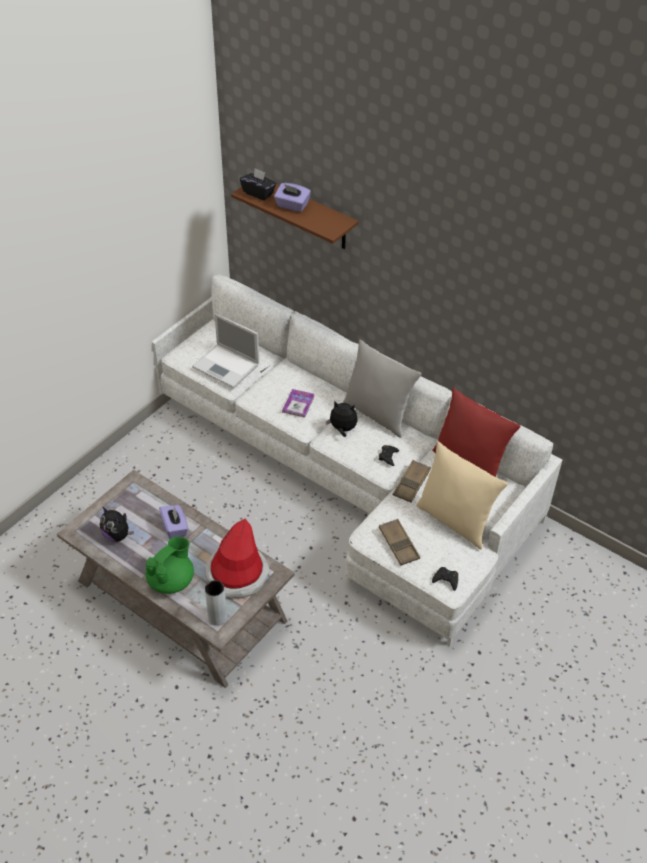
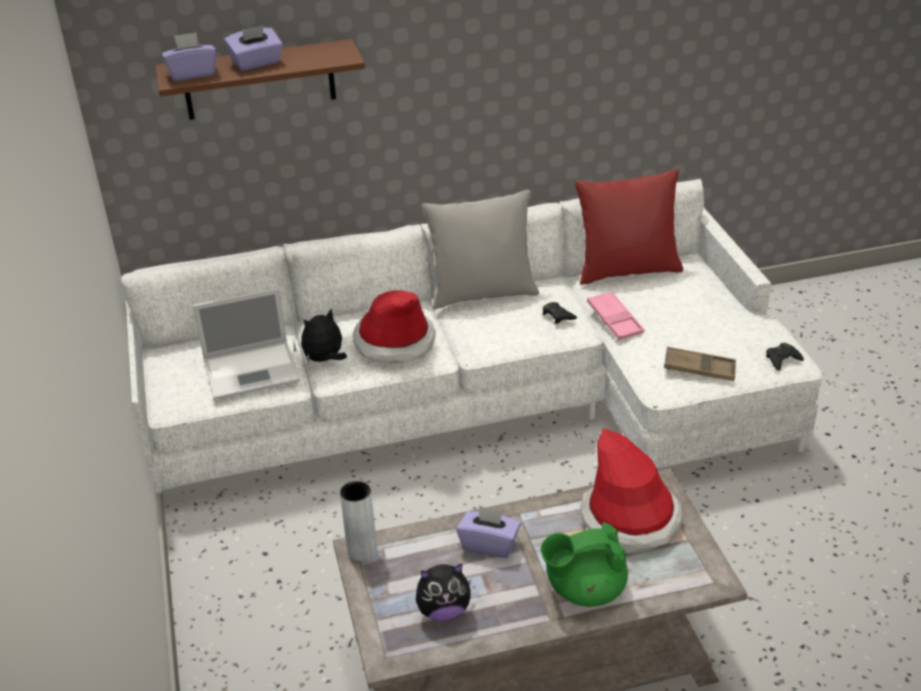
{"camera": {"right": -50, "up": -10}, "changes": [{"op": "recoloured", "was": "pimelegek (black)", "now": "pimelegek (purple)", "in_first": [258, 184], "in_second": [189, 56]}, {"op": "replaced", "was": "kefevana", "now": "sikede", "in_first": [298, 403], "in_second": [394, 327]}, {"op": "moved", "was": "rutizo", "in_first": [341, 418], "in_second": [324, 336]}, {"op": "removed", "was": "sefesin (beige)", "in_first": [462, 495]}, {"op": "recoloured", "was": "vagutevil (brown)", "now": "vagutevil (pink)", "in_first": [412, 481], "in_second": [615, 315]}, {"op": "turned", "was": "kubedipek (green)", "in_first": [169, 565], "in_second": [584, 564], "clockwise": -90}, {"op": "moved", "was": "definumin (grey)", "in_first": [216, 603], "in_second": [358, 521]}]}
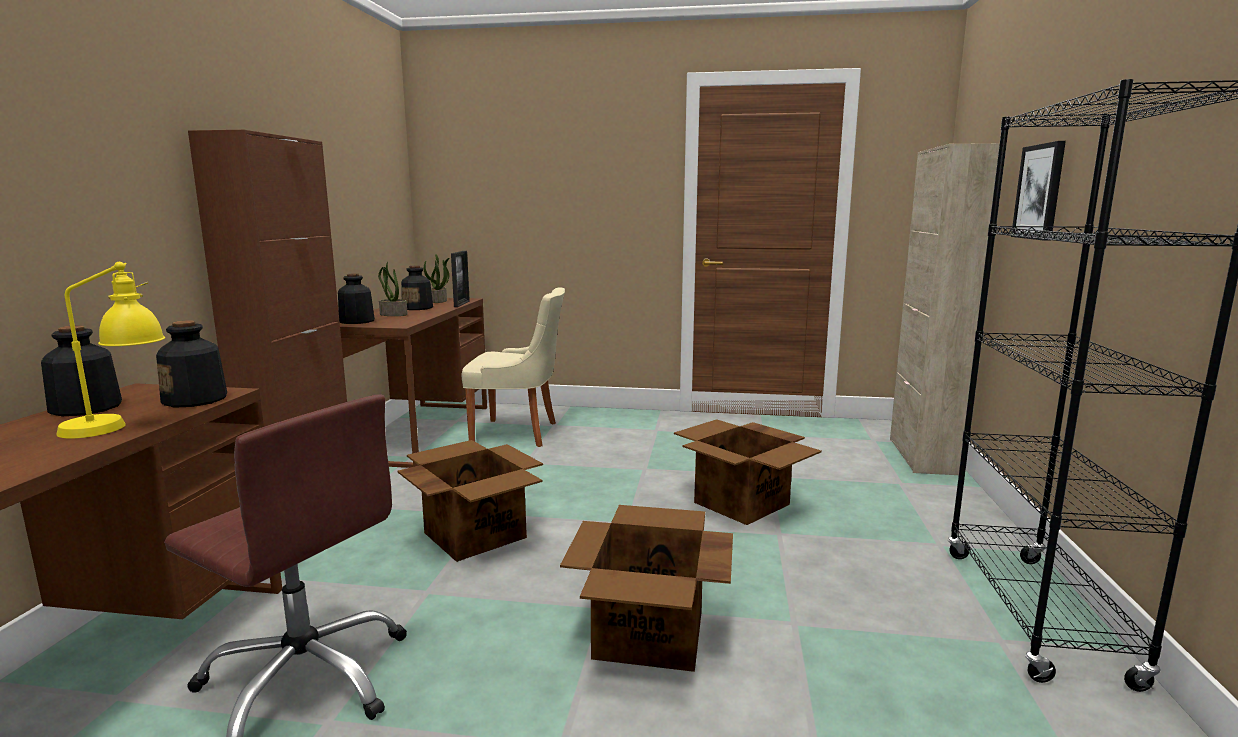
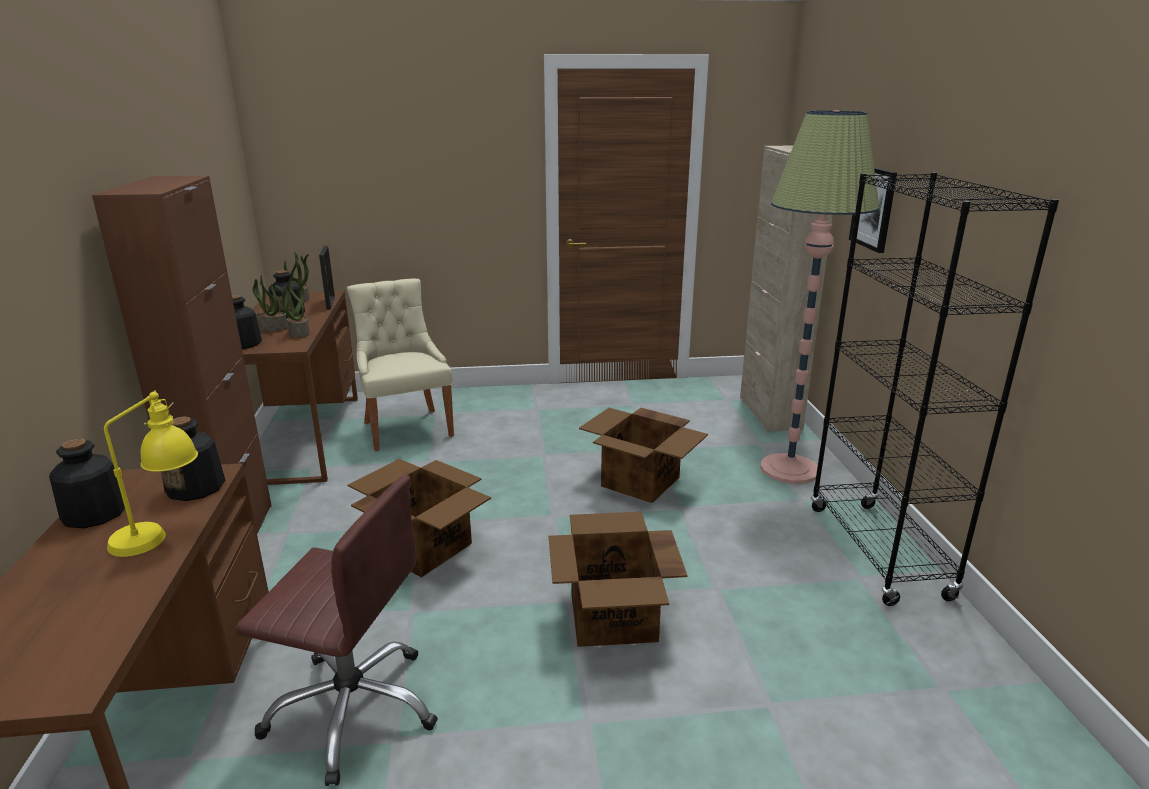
{"camera": {"right": -15, "up": 10}, "changes": [{"op": "turned", "was": "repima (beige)", "in_first": [513, 367], "in_second": [400, 365], "clockwise": -105}, {"op": "added", "now": "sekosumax", "in_second": [820, 297]}, {"op": "added", "now": "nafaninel", "in_second": [292, 308]}]}
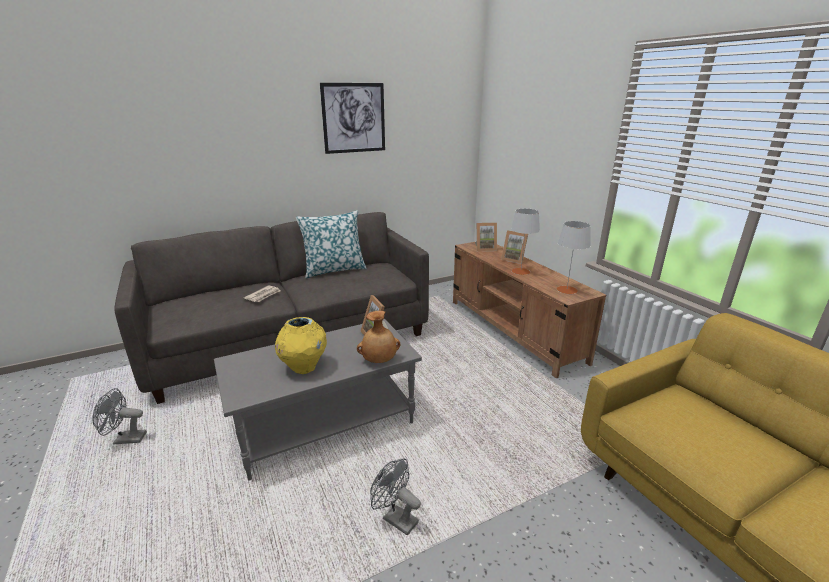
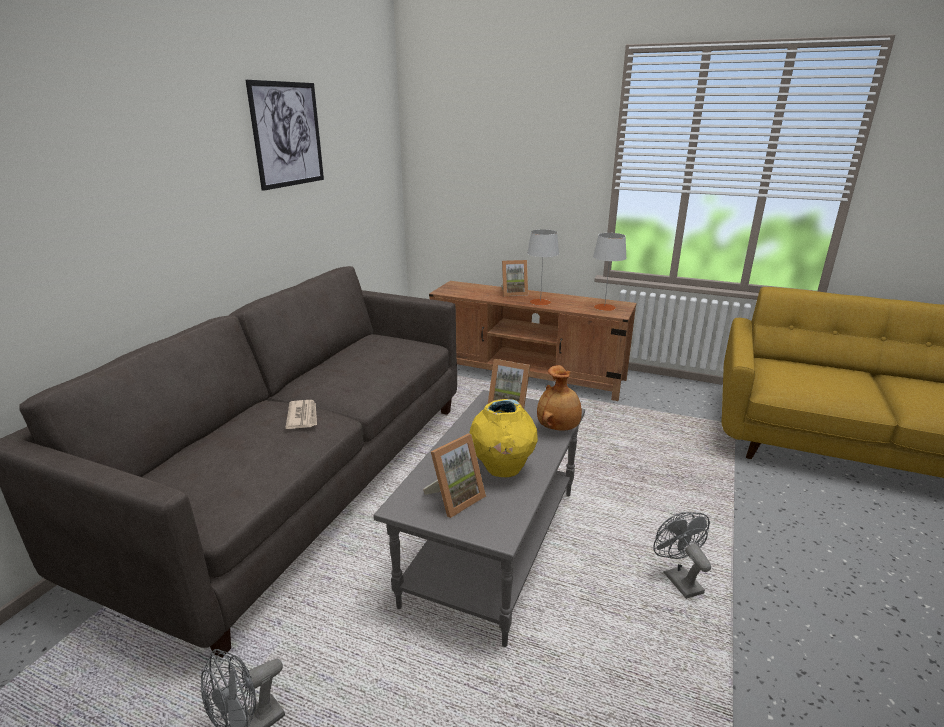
{"camera": {"right": -40, "up": 0}, "changes": [{"op": "removed", "was": "sefesin", "in_first": [331, 244]}, {"op": "moved", "was": "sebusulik", "in_first": [486, 237], "in_second": [454, 476]}, {"op": "turned", "was": "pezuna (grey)", "in_first": [395, 496], "in_second": [682, 555], "clockwise": 75}]}
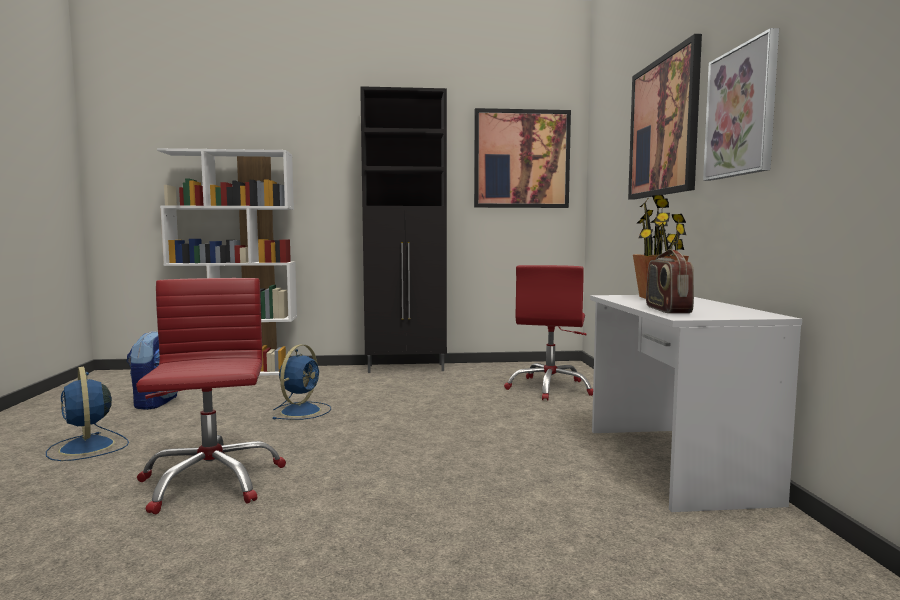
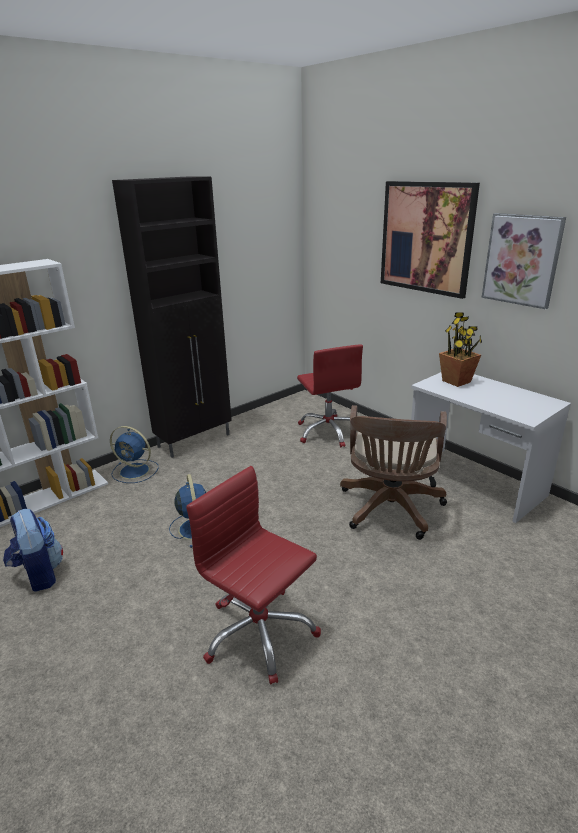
{"camera": {"right": -35, "up": 20}, "changes": [{"op": "removed", "was": "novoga", "in_first": [522, 158]}, {"op": "removed", "was": "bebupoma", "in_first": [670, 281]}, {"op": "moved", "was": "pezuna (blue)", "in_first": [87, 414], "in_second": [134, 454]}, {"op": "added", "now": "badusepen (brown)", "in_second": [393, 472]}]}
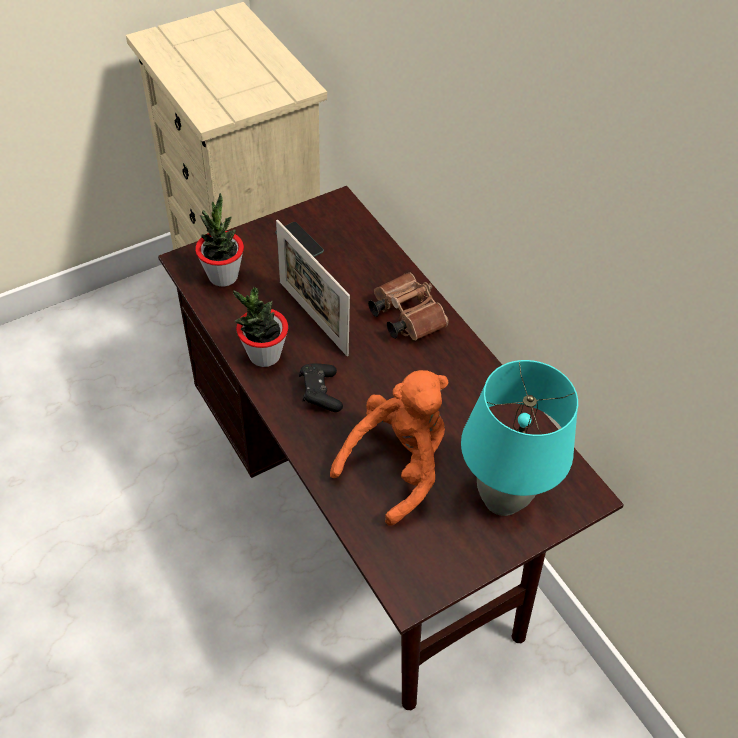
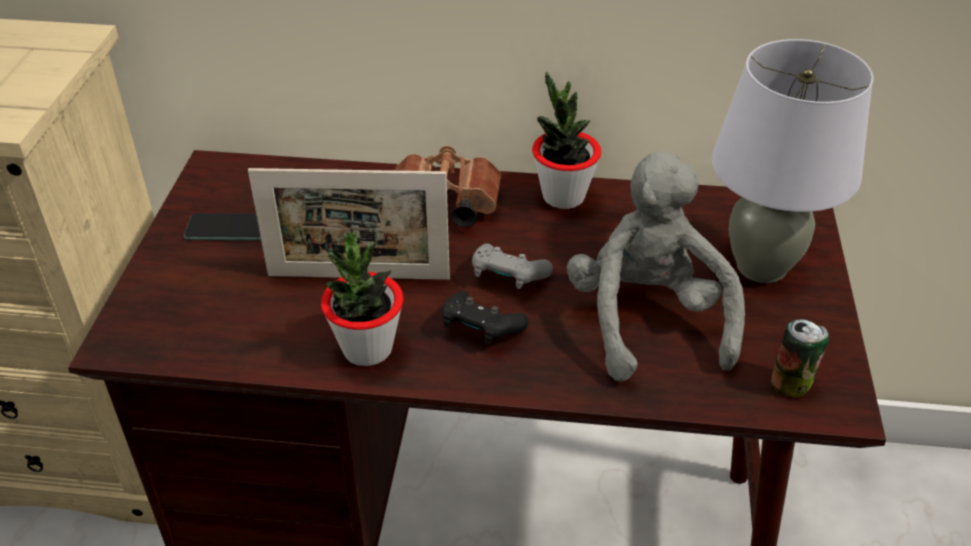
{"camera": {"right": -50, "up": -10}, "changes": [{"op": "moved", "was": "nafaninel", "in_first": [219, 240], "in_second": [566, 140]}, {"op": "recoloured", "was": "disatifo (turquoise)", "now": "disatifo (grey)", "in_first": [519, 438], "in_second": [792, 161]}, {"op": "recoloured", "was": "rutizo (orange)", "now": "rutizo (grey)", "in_first": [389, 448], "in_second": [656, 266]}, {"op": "added", "now": "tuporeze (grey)", "in_second": [512, 266]}, {"op": "added", "now": "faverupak", "in_second": [800, 358]}]}
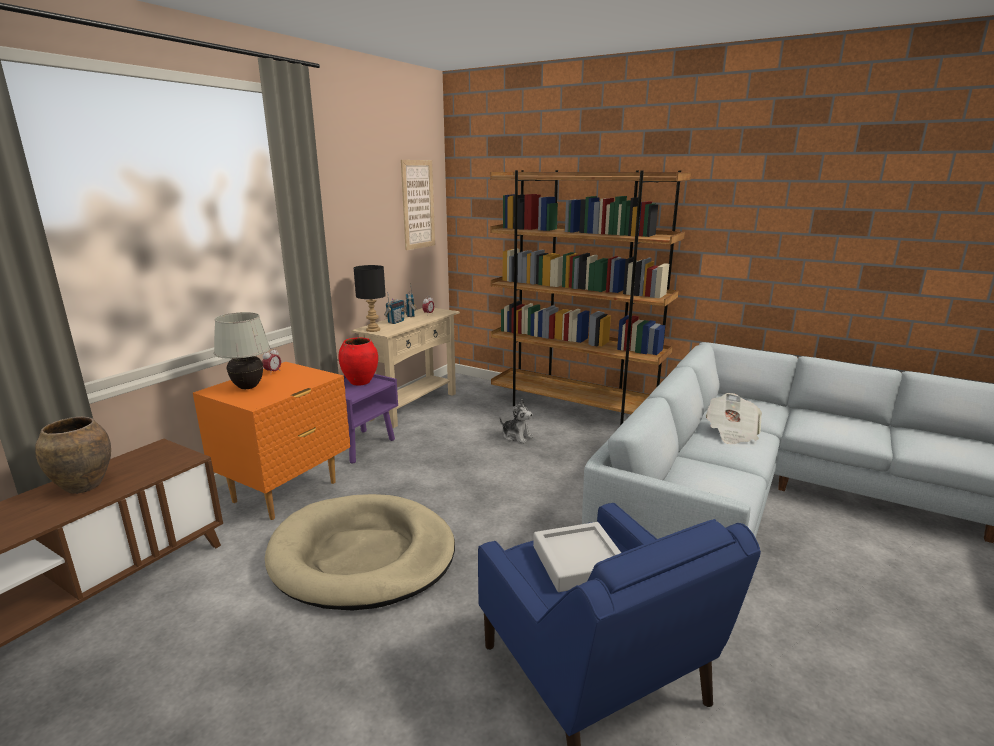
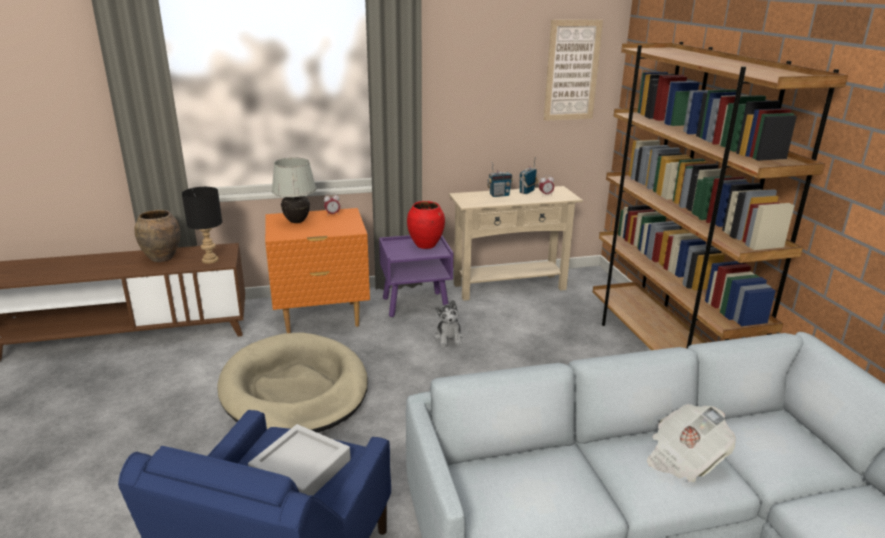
{"camera": {"right": 45, "up": 5}, "changes": [{"op": "moved", "was": "disatifo (black)", "in_first": [370, 298], "in_second": [202, 225]}, {"op": "moved", "was": "rutizo", "in_first": [517, 421], "in_second": [449, 323]}]}
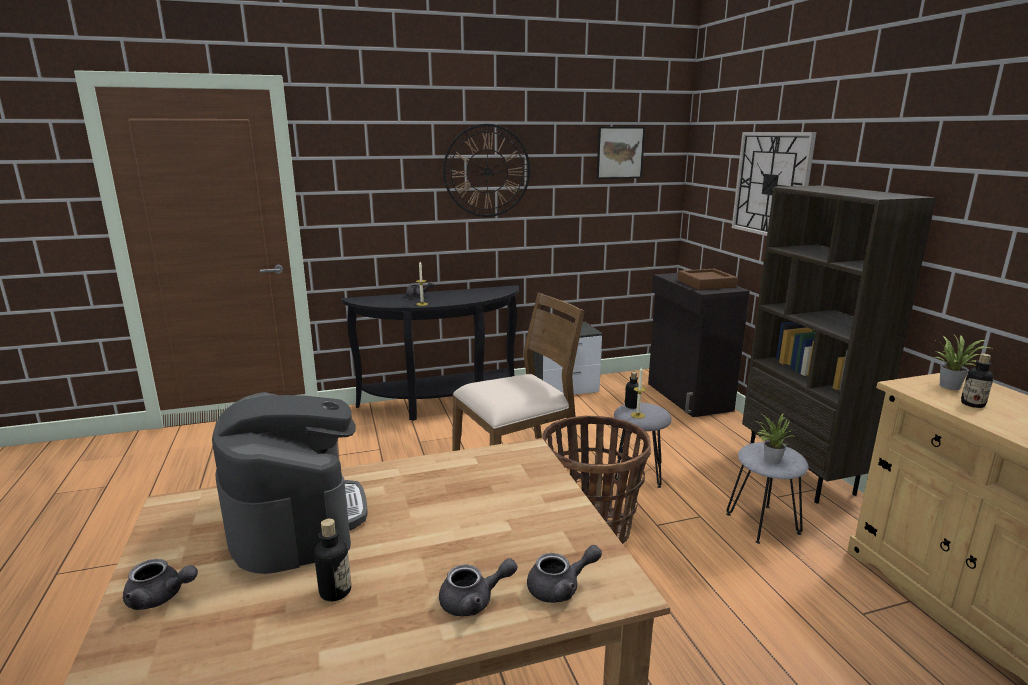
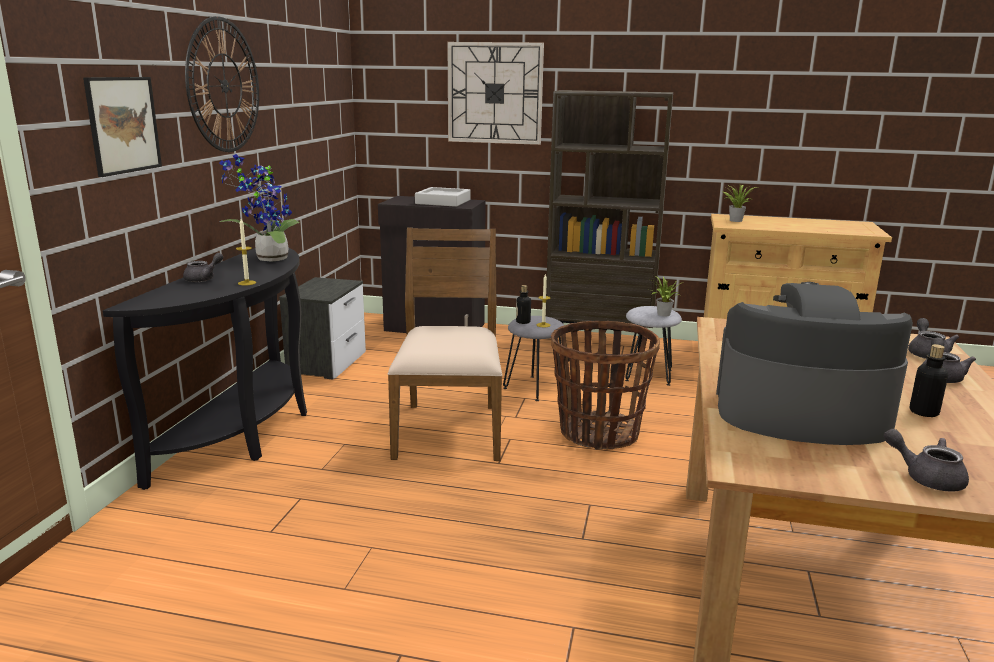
{"camera": {"right": -60, "up": 0}, "changes": [{"op": "moved", "was": "novoga", "in_first": [620, 153], "in_second": [122, 127]}, {"op": "recoloured", "was": "vagutevil (brown)", "now": "vagutevil (grey)", "in_first": [708, 279], "in_second": [443, 197]}, {"op": "removed", "was": "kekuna", "in_first": [977, 381]}, {"op": "turned", "was": "kubedipek (grey)", "in_first": [160, 584], "in_second": [926, 460], "clockwise": -90}, {"op": "added", "now": "nafaninel", "in_second": [259, 208]}]}
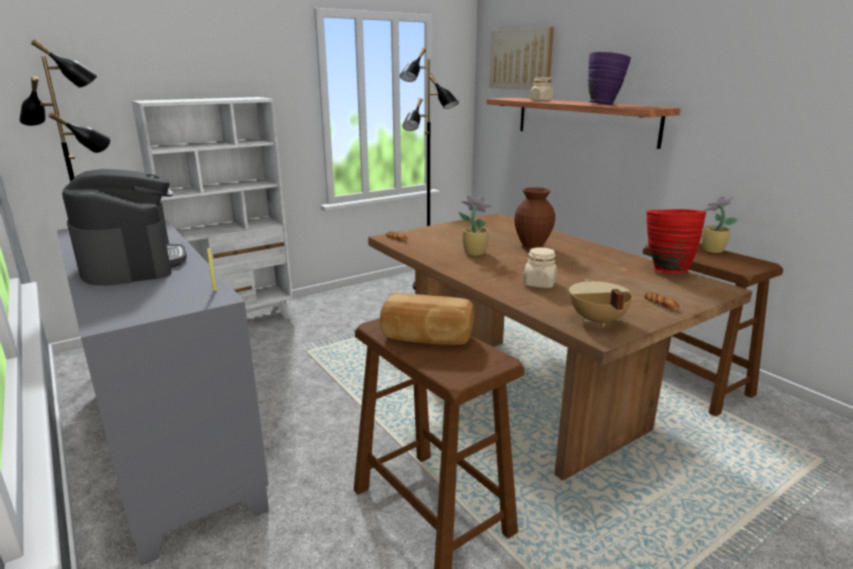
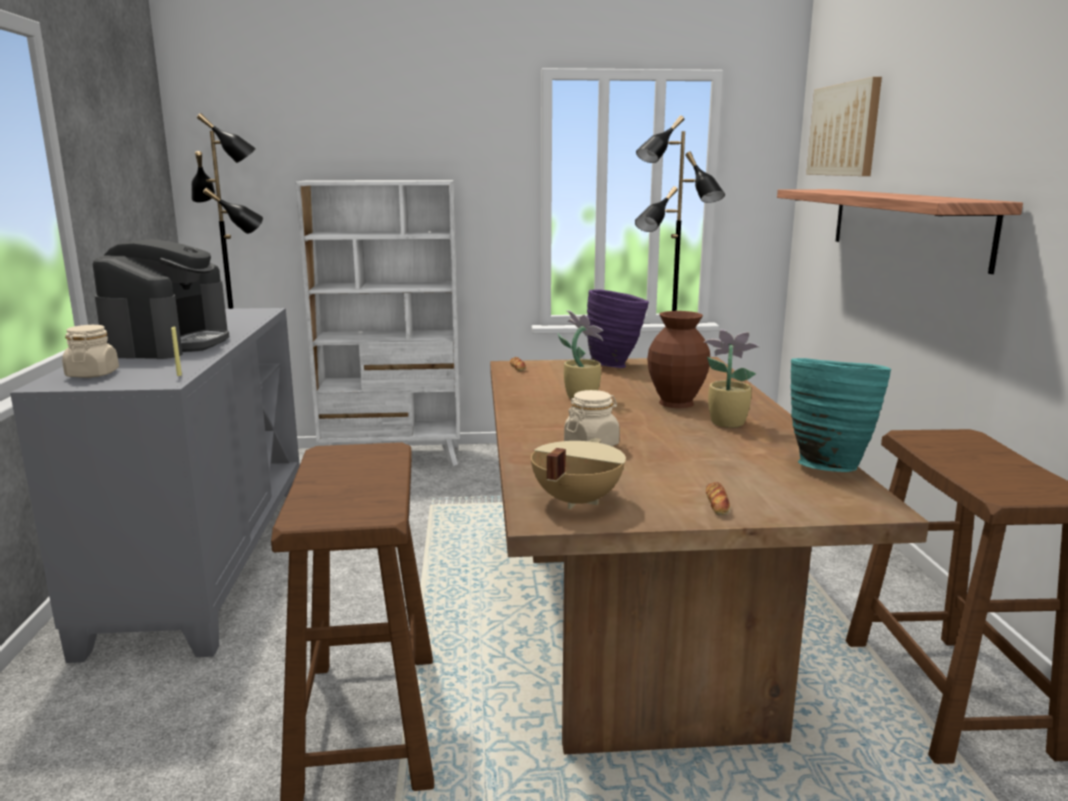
{"camera": {"right": 30, "up": -5}, "changes": [{"op": "moved", "was": "definumin (purple)", "in_first": [609, 78], "in_second": [618, 328]}, {"op": "moved", "was": "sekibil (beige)", "in_first": [541, 89], "in_second": [90, 351]}, {"op": "moved", "was": "nafaninel", "in_first": [720, 224], "in_second": [732, 379]}, {"op": "recoloured", "was": "definumin (red)", "now": "definumin (turquoise)", "in_first": [676, 241], "in_second": [840, 415]}, {"op": "removed", "was": "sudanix", "in_first": [427, 319]}]}
